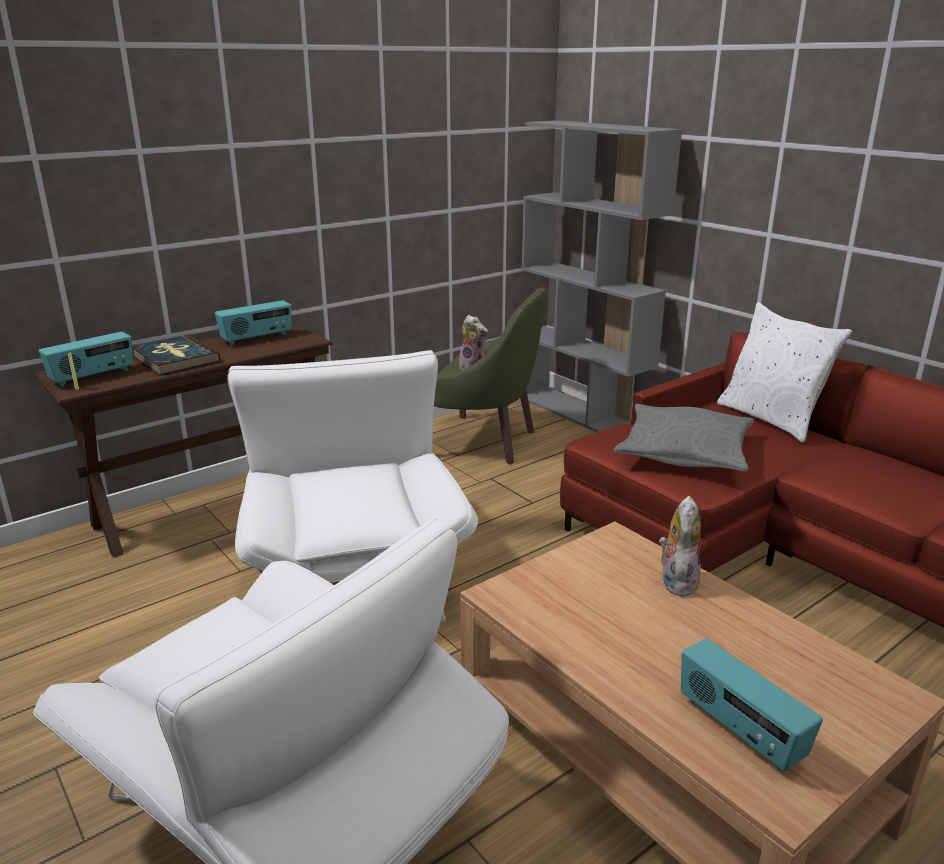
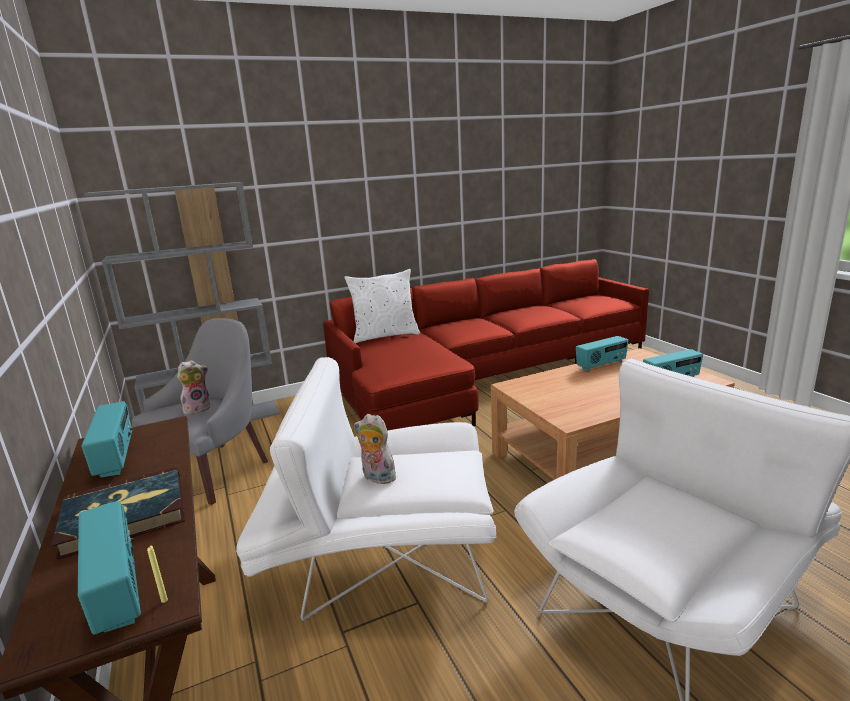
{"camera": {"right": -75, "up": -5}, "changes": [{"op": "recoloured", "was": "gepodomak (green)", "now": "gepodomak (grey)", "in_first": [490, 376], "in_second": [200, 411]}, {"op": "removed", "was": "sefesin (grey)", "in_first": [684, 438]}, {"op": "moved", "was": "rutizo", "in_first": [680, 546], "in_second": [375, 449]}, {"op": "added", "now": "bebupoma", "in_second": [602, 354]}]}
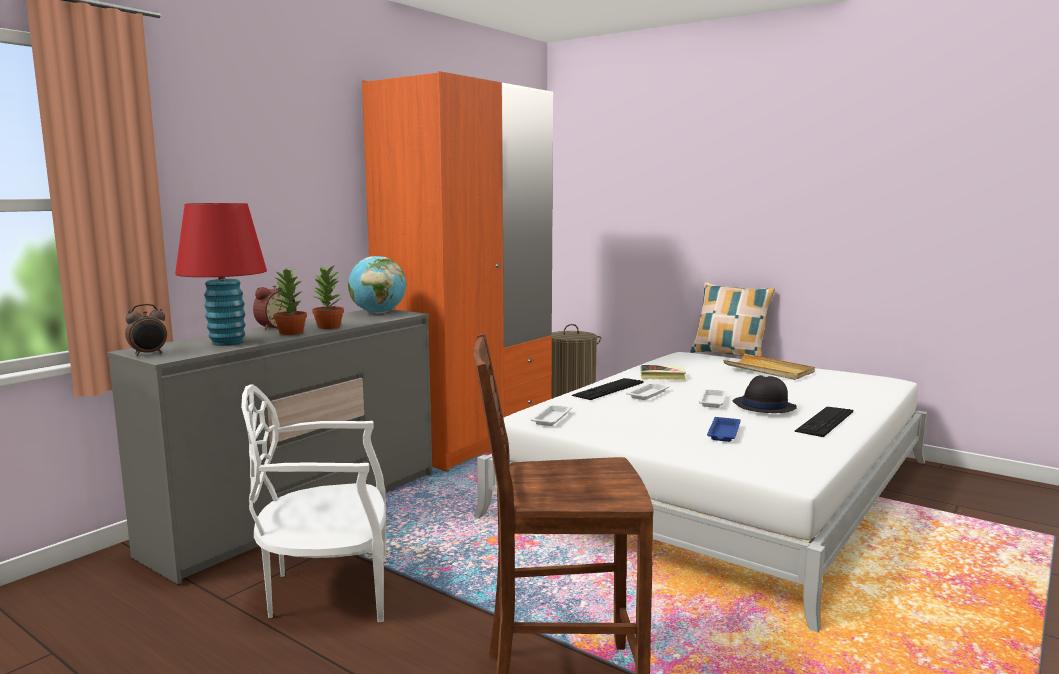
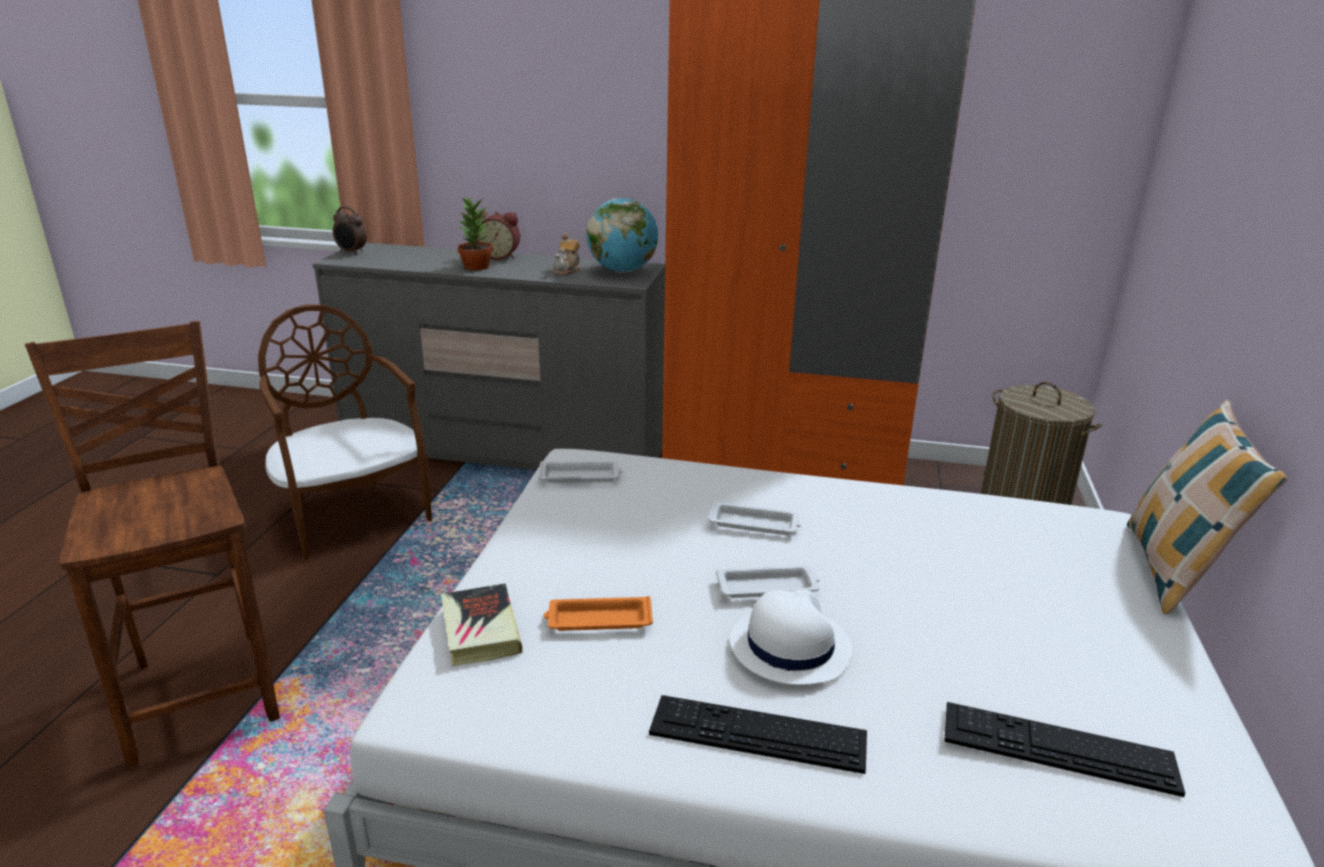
{"camera": {"right": 65, "up": 15}, "changes": [{"op": "removed", "was": "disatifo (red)", "in_first": [221, 274]}, {"op": "removed", "was": "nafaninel", "in_first": [328, 296]}, {"op": "removed", "was": "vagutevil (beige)", "in_first": [769, 367]}, {"op": "moved", "was": "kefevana", "in_first": [663, 372], "in_second": [481, 624]}, {"op": "recoloured", "was": "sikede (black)", "now": "sikede (white)", "in_first": [765, 394], "in_second": [791, 637]}, {"op": "moved", "was": "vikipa", "in_first": [607, 389], "in_second": [1064, 749]}, {"op": "recoloured", "was": "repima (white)", "now": "repima (brown)", "in_first": [313, 503], "in_second": [345, 432]}, {"op": "recoloured", "was": "vagutevil (blue)", "now": "vagutevil (orange)", "in_first": [724, 429], "in_second": [598, 613]}, {"op": "added", "now": "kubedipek", "in_second": [567, 254]}]}
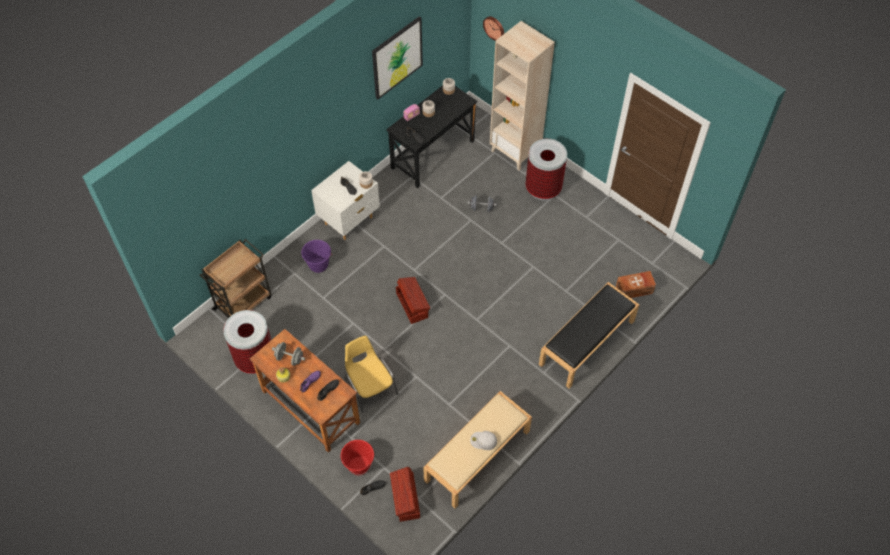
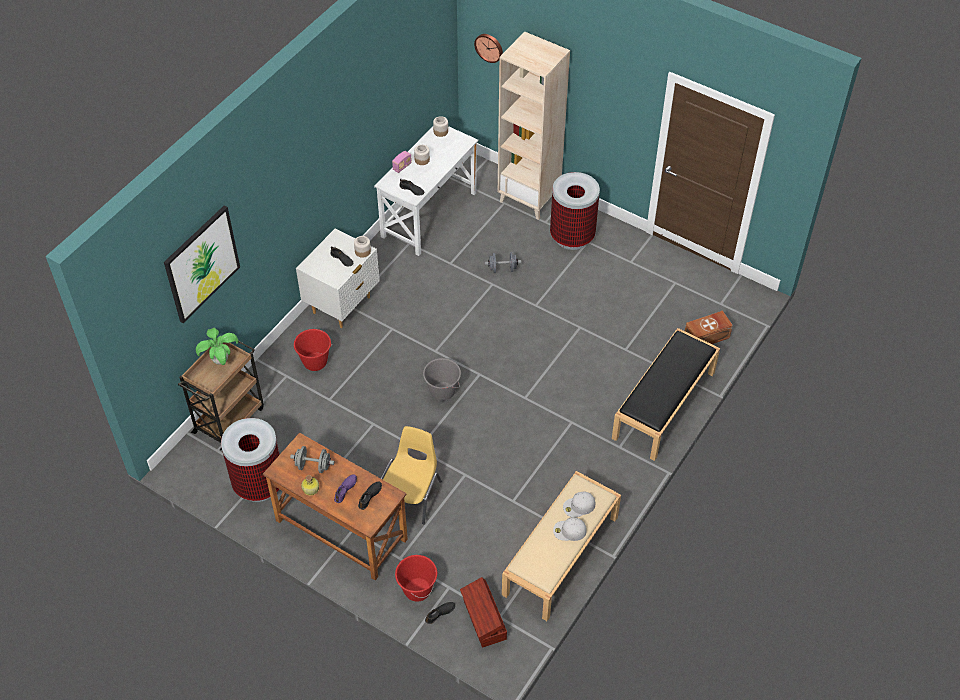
{"camera": {"right": -10, "up": -5}, "changes": [{"op": "moved", "was": "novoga", "in_first": [397, 57], "in_second": [202, 264]}, {"op": "recoloured", "was": "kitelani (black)", "now": "kitelani (white)", "in_first": [431, 136], "in_second": [426, 191]}, {"op": "recoloured", "was": "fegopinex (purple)", "now": "fegopinex (red)", "in_first": [316, 256], "in_second": [312, 350]}, {"op": "replaced", "was": "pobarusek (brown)", "now": "fegopinex (grey)", "in_first": [413, 300], "in_second": [442, 379]}, {"op": "turned", "was": "repima (yellow)", "in_first": [371, 374], "in_second": [411, 475], "clockwise": 60}, {"op": "added", "now": "nafaninel", "in_second": [217, 346]}, {"op": "added", "now": "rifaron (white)", "in_second": [579, 504]}]}
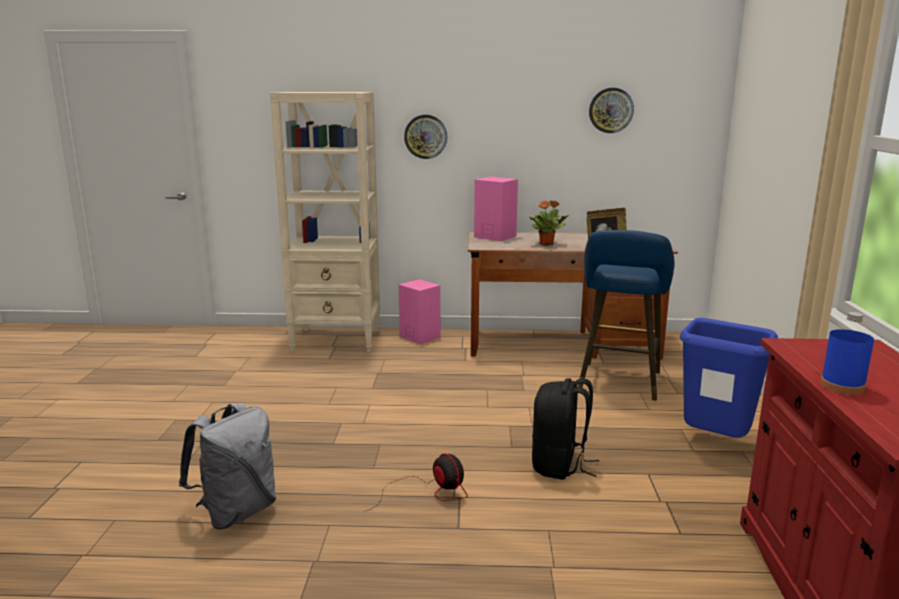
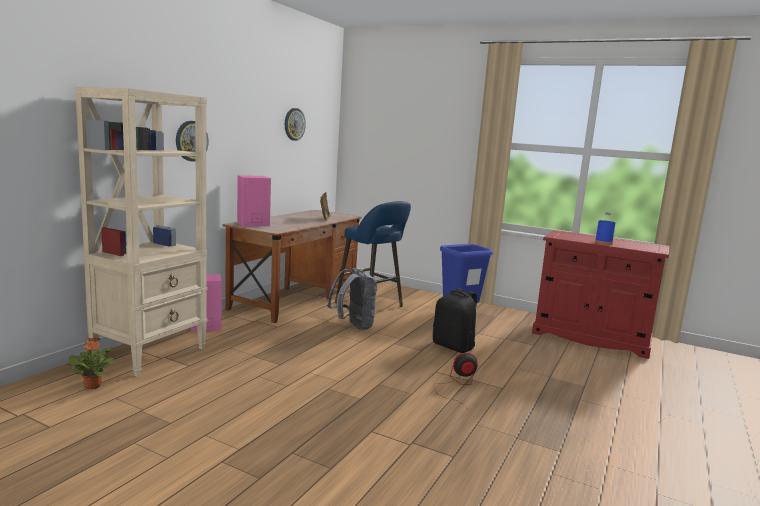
{"camera": {"right": -65, "up": -5}, "changes": [{"op": "moved", "was": "nafaninel", "in_first": [549, 223], "in_second": [92, 363]}, {"op": "moved", "was": "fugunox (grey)", "in_first": [227, 466], "in_second": [352, 299]}]}
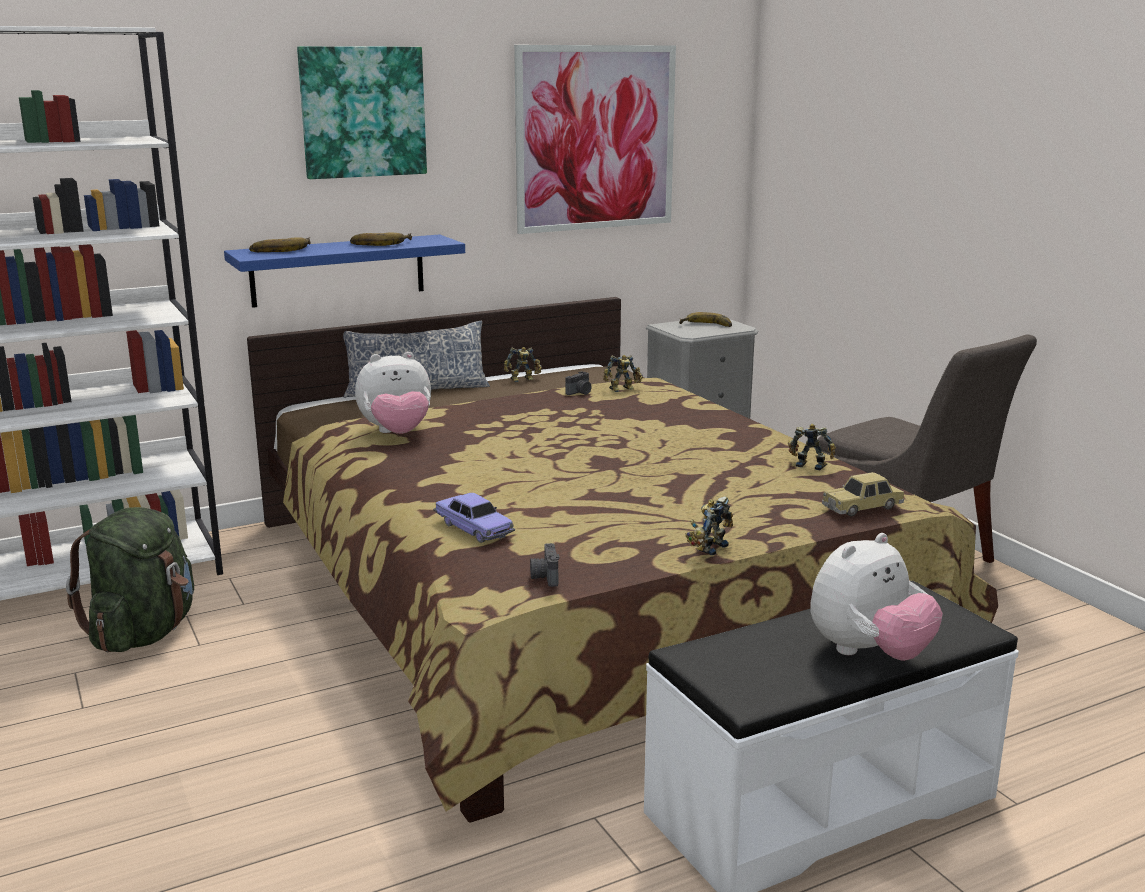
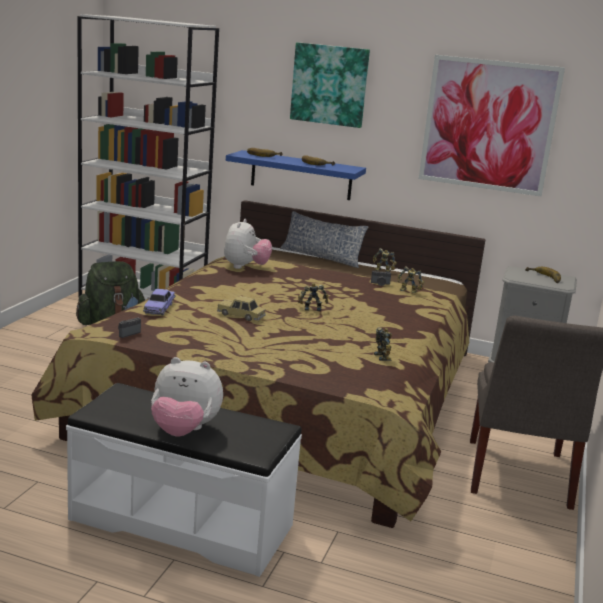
{"camera": {"right": 45, "up": 0}, "changes": [{"op": "turned", "was": "rutizo", "in_first": [393, 393], "in_second": [248, 244], "clockwise": -105}, {"op": "moved", "was": "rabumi", "in_first": [863, 494], "in_second": [241, 308]}, {"op": "moved", "was": "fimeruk", "in_first": [709, 525], "in_second": [313, 297]}]}
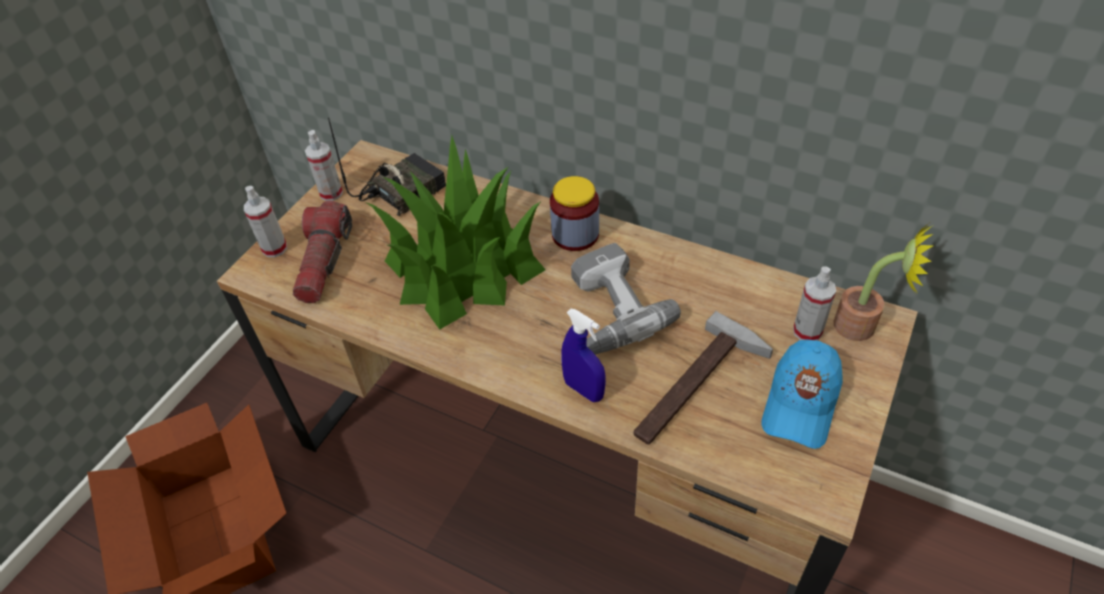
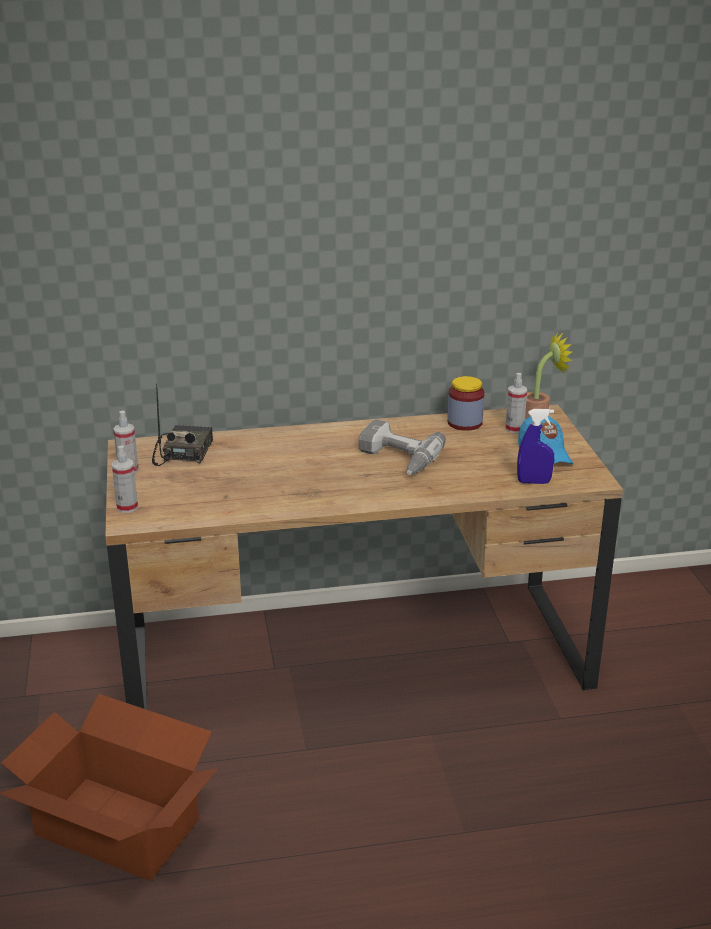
{"camera": {"right": -40, "up": -20}, "changes": [{"op": "removed", "was": "nafaninel", "in_first": [456, 232]}, {"op": "moved", "was": "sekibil", "in_first": [574, 213], "in_second": [465, 403]}, {"op": "removed", "was": "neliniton", "in_first": [322, 252]}, {"op": "moved", "was": "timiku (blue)", "in_first": [583, 355], "in_second": [535, 446]}, {"op": "removed", "was": "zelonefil", "in_first": [703, 378]}]}
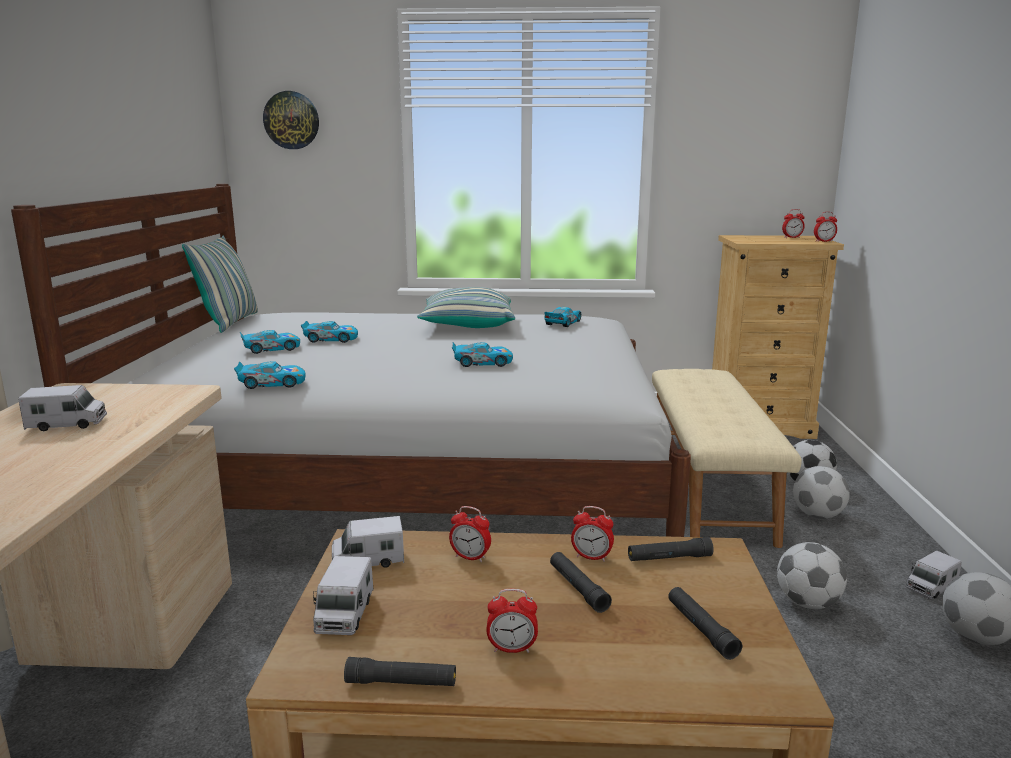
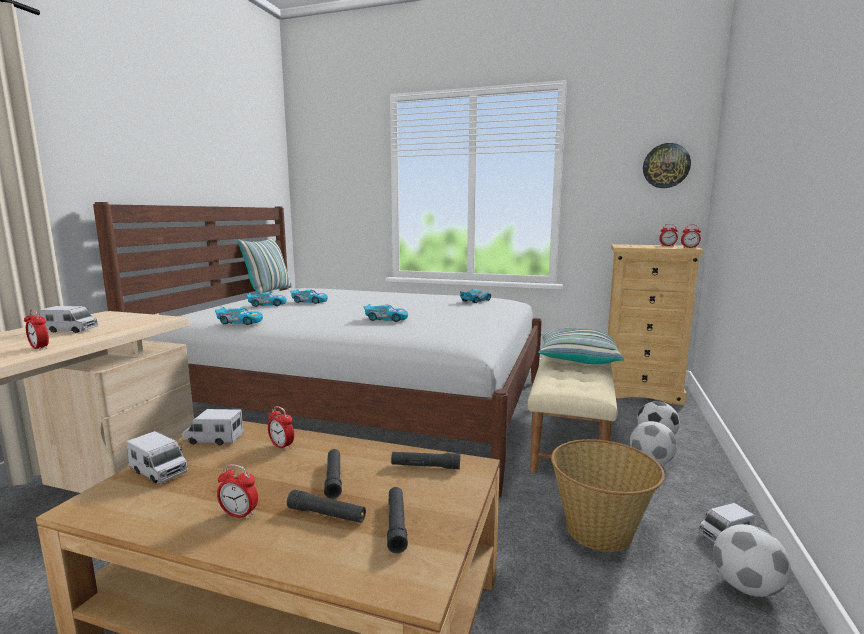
{"camera": {"right": 15, "up": -5}, "changes": [{"op": "moved", "was": "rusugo", "in_first": [291, 120], "in_second": [667, 165]}, {"op": "moved", "was": "sefesin", "in_first": [466, 307], "in_second": [581, 346]}, {"op": "moved", "was": "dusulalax", "in_first": [592, 534], "in_second": [36, 329]}, {"op": "replaced", "was": "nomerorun", "now": "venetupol", "in_first": [812, 575], "in_second": [608, 495]}, {"op": "turned", "was": "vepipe", "in_first": [343, 595], "in_second": [157, 457], "clockwise": -75}, {"op": "moved", "was": "neliniton (black)", "in_first": [400, 671], "in_second": [326, 506]}]}
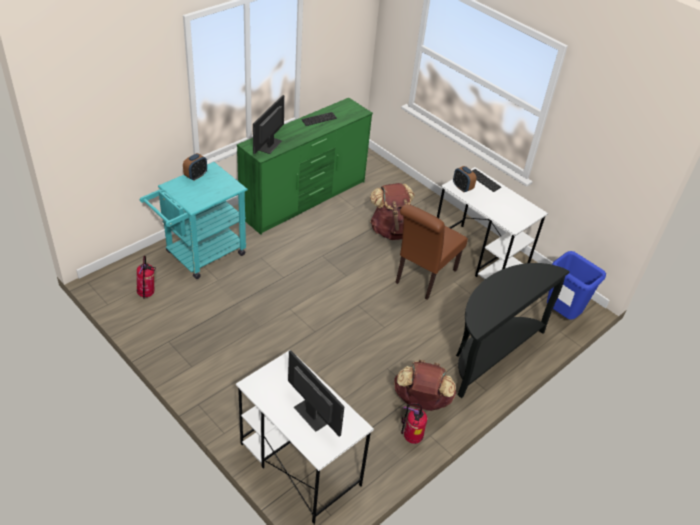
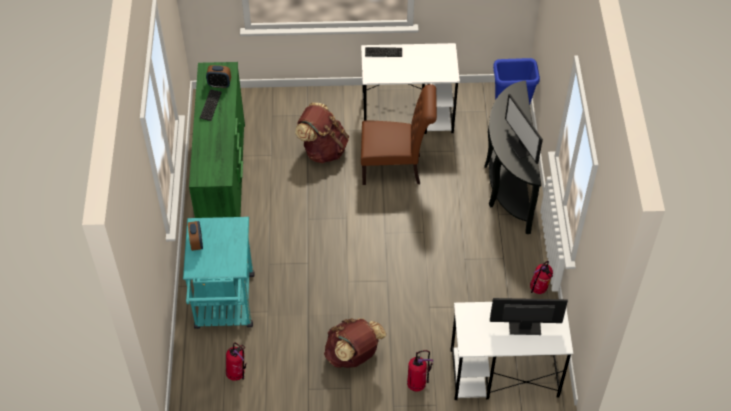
{"camera": {"right": -45, "up": 10}, "changes": [{"op": "moved", "was": "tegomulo", "in_first": [269, 124], "in_second": [524, 129]}, {"op": "moved", "was": "dusulalax", "in_first": [464, 179], "in_second": [218, 76]}, {"op": "turned", "was": "repima (brown)", "in_first": [431, 252], "in_second": [399, 134], "clockwise": -75}, {"op": "moved", "was": "fugunox (brown)", "in_first": [425, 385], "in_second": [355, 343]}, {"op": "added", "now": "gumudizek", "in_second": [420, 370]}]}
